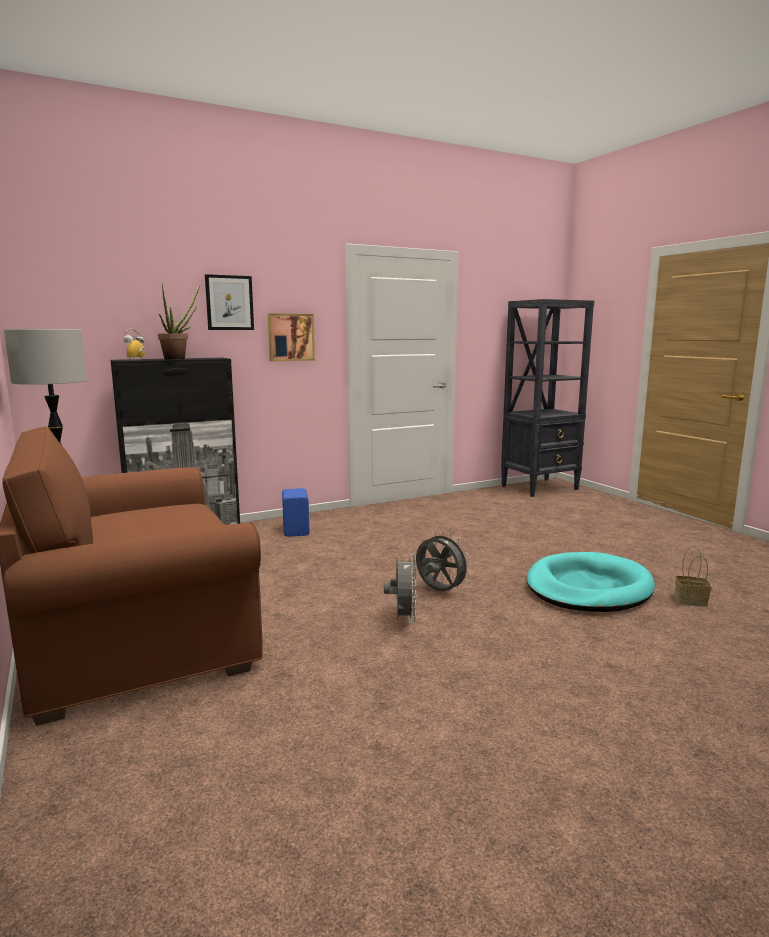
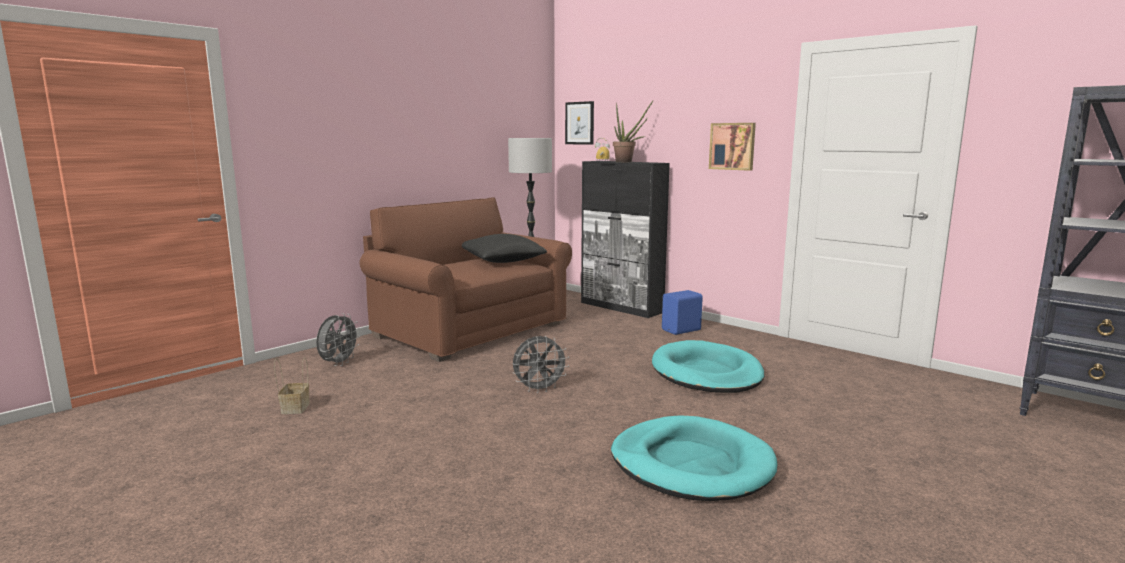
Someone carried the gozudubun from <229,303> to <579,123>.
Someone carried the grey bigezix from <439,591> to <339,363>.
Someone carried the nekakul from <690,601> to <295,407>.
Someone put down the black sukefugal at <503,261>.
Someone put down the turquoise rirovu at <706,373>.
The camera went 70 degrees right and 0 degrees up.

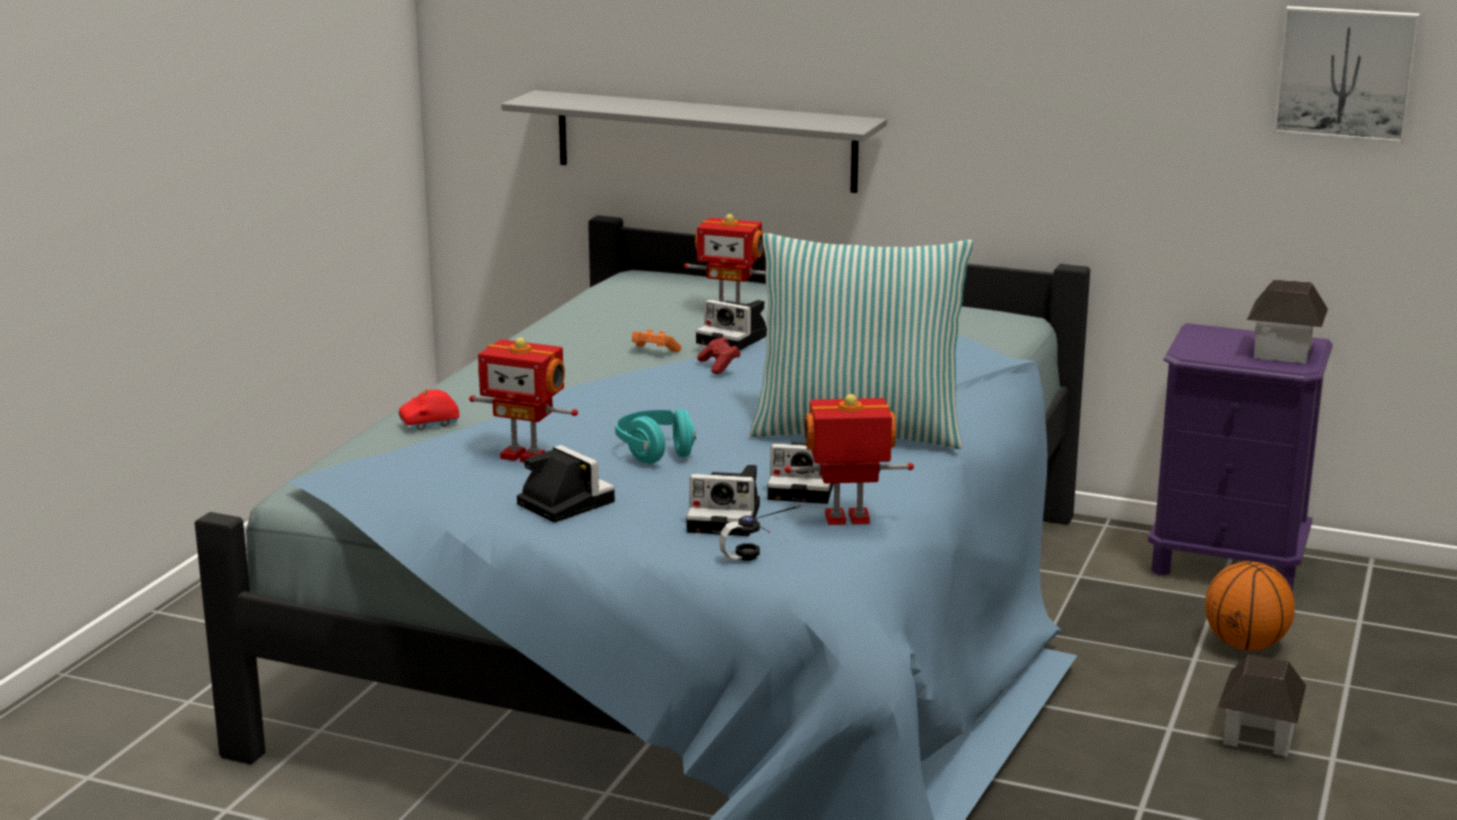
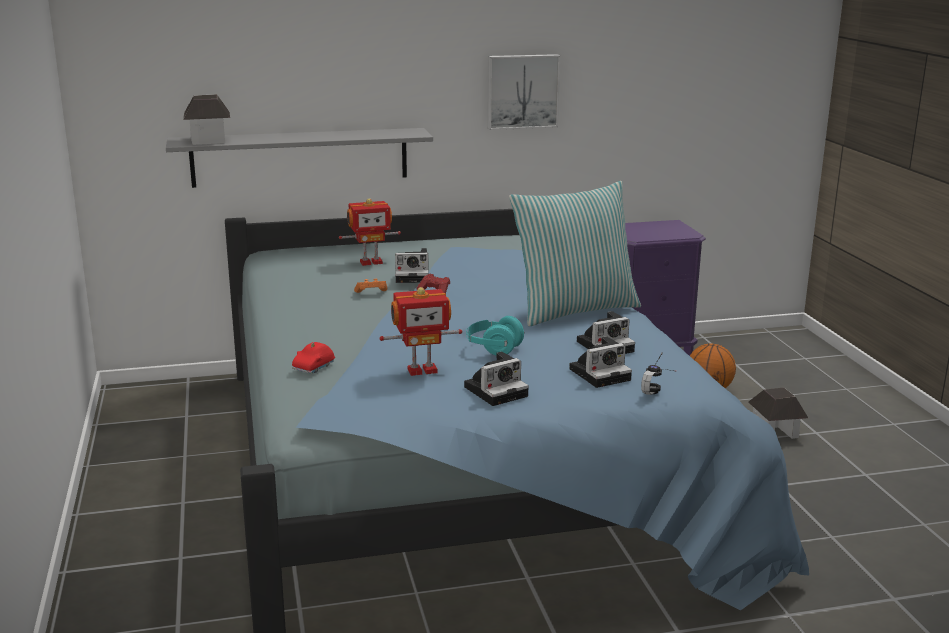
Someone rotated the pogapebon at <562,502> by 135 degrees clockwise.
Someone took away the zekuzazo at <847,520>.
Someone carried the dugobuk from <1283,352> to <208,140>.
Someone carried the gozudubun from <1345,73> to <522,91>.
The camera went 35 degrees left and 0 degrees up.

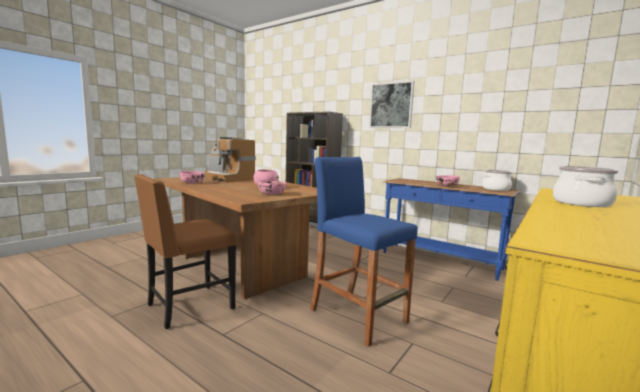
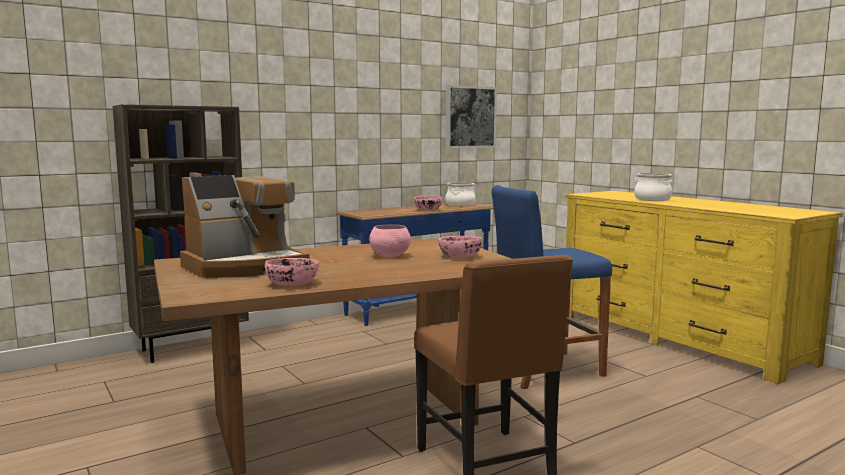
Someone carried the gozudubun from <391,105> to <470,117>.
The camera went 70 degrees left and 0 degrees up.

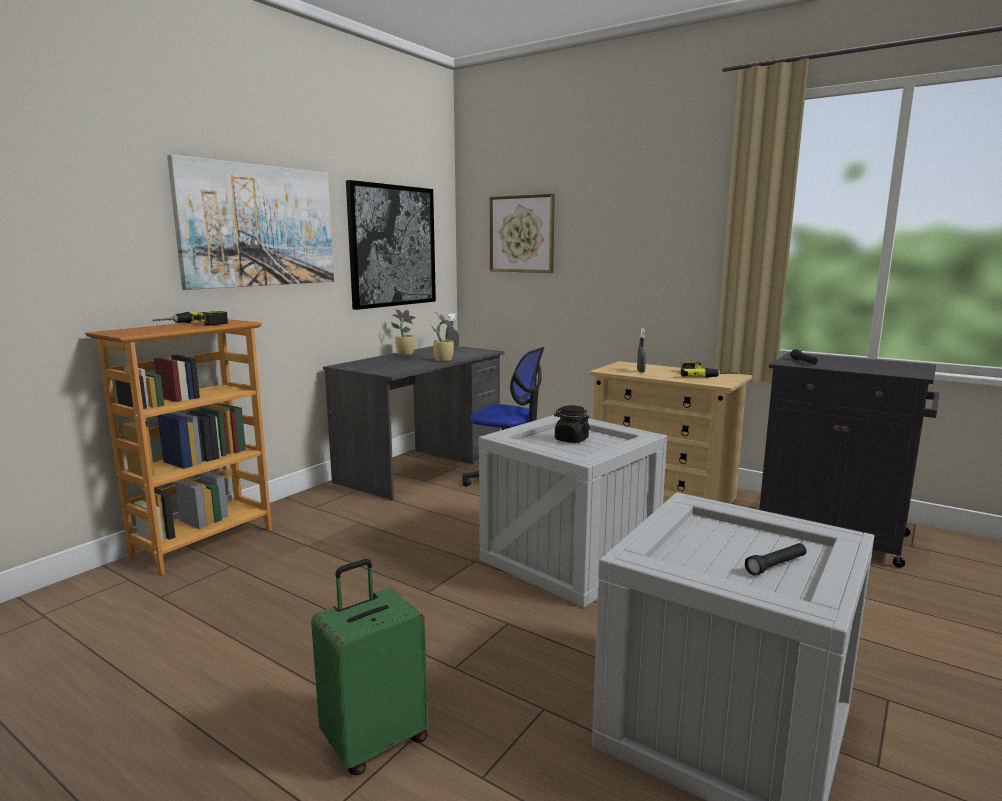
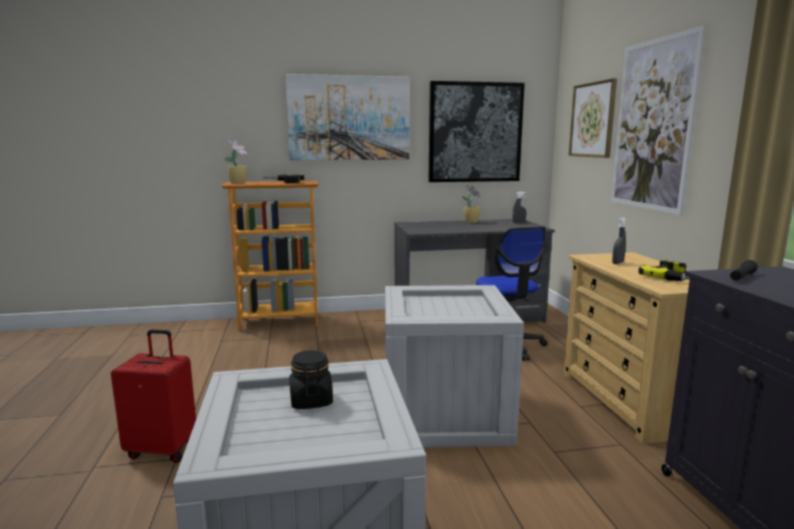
Someone repainted the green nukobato at <374,741>, which became the red nukobato at <163,449>.
Someone carried the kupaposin from <443,360> to <239,183>.
Someone carried the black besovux from <571,440> to <311,400>.
Someone took away the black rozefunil at <776,565>.
Someone put up the gozudubun at <653,125>.
The camera went 45 degrees right and 0 degrees up.

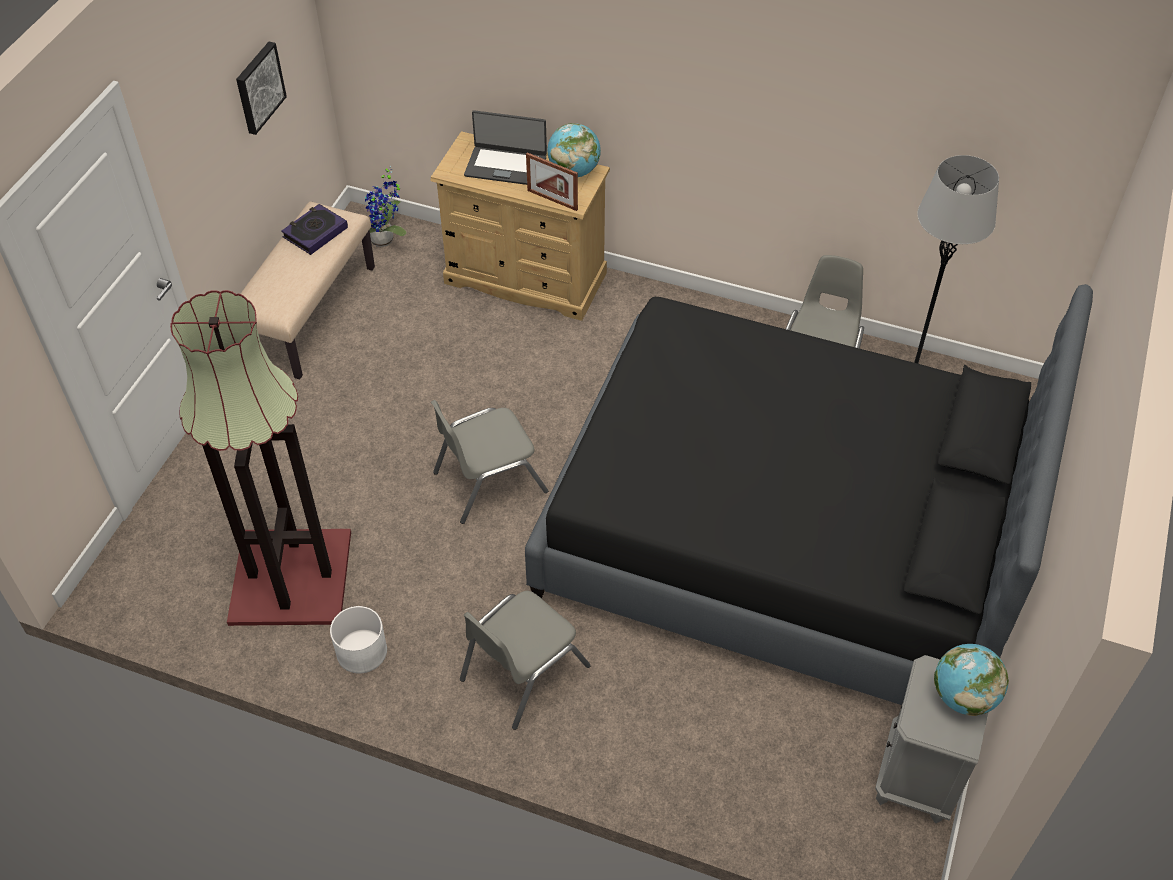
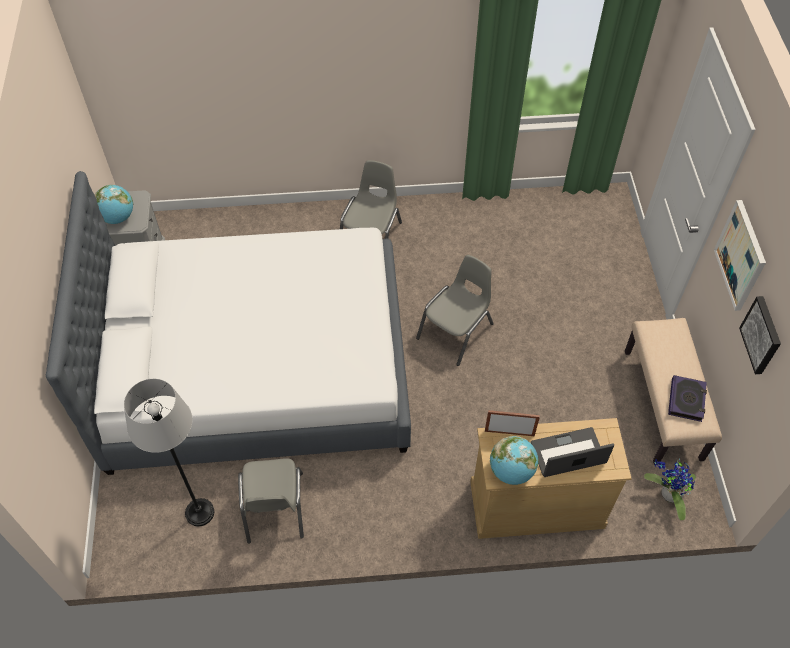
Someone took away the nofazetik at <289,576>.
Someone took away the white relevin at <362,651>.
Someone repainted the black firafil at <783,535>, which became the white firafil at <257,368>.
Someone put up the gozudubun at <741,255>.
The camera went 155 degrees right and 5 degrees up.

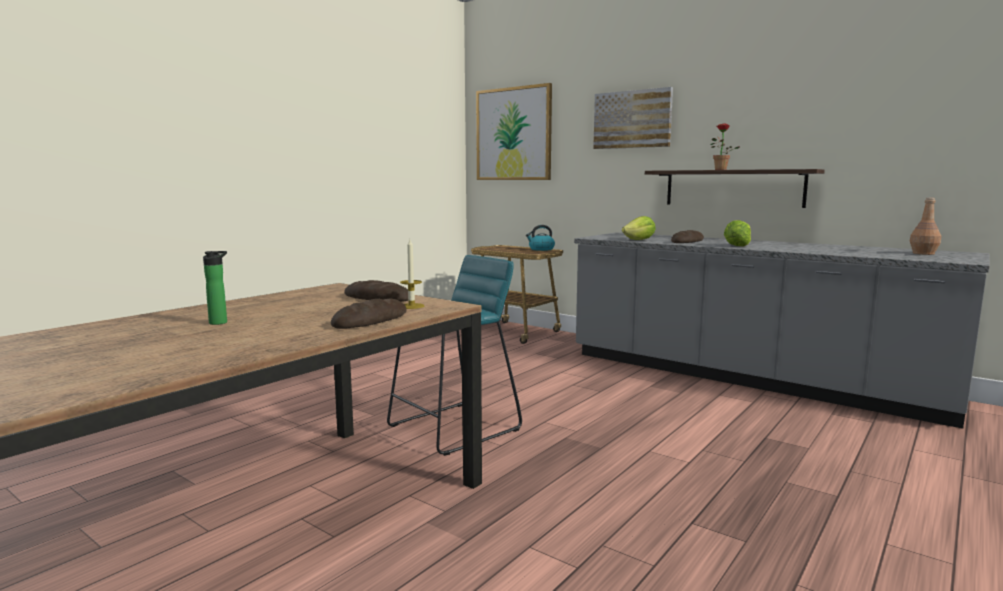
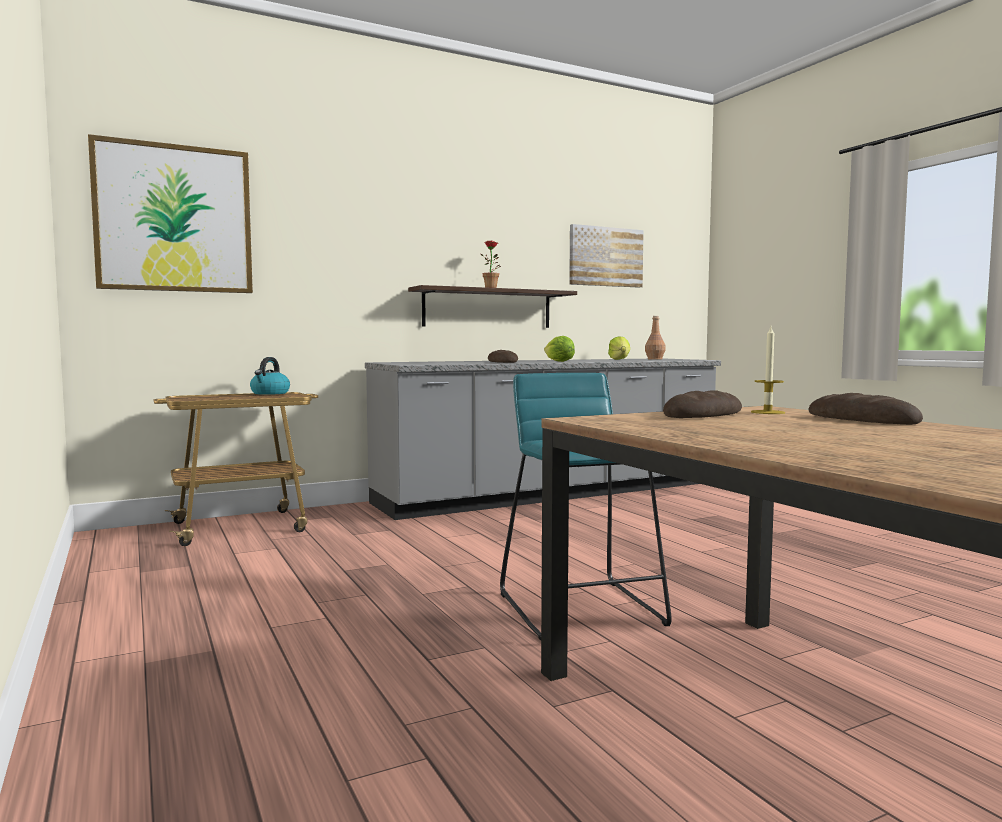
Someone took away the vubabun at <220,322>.
Someone carried the gozudubun from <632,119> to <605,257>.
Someone carried the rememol from <639,240> to <619,359>.
The camera went 65 degrees left and 5 degrees down.

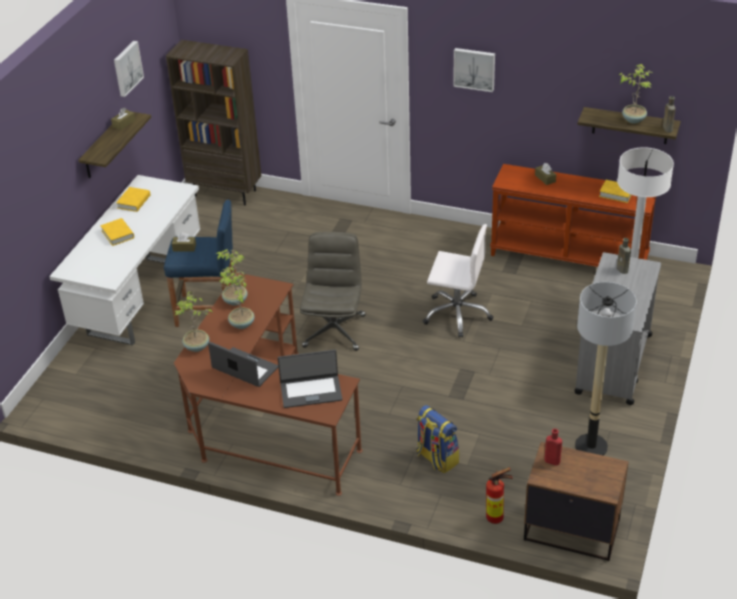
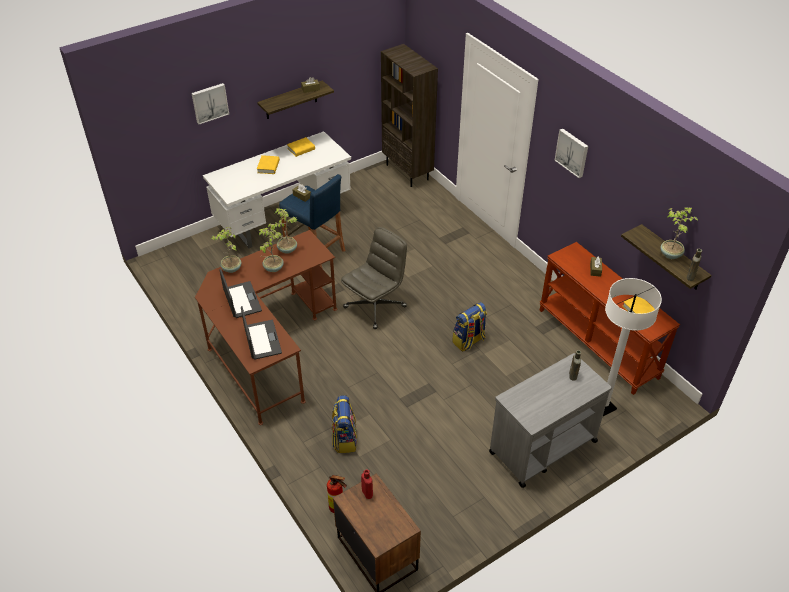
Someone carried the gozudubun from <127,68> to <209,103>.
Someone rotated the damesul at <311,391> by 135 degrees counterclockwise.
Someone swapped the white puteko at <457,314> for the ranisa at <469,341>.
Someone took away the nofazetik at <591,447>.
The camera went 35 degrees right and 5 degrees up.

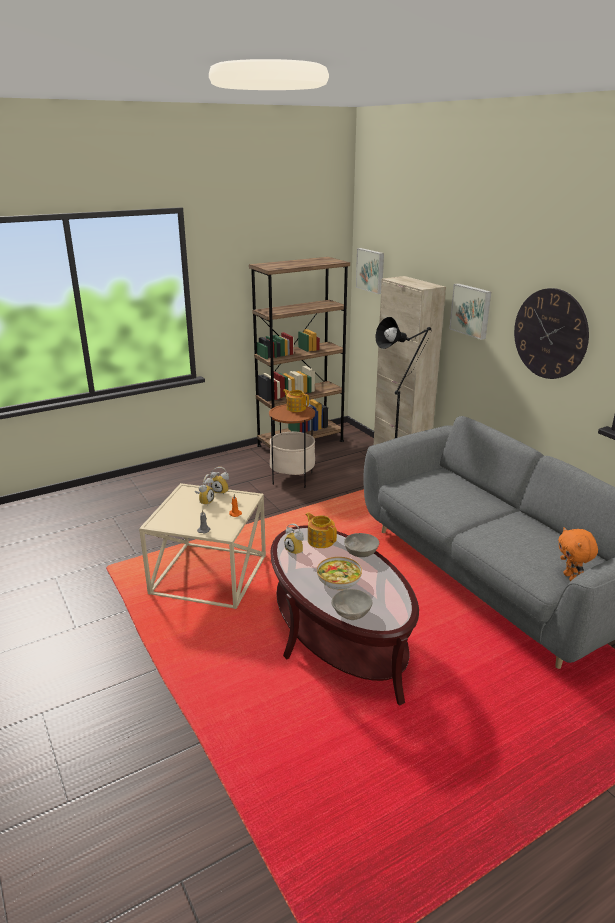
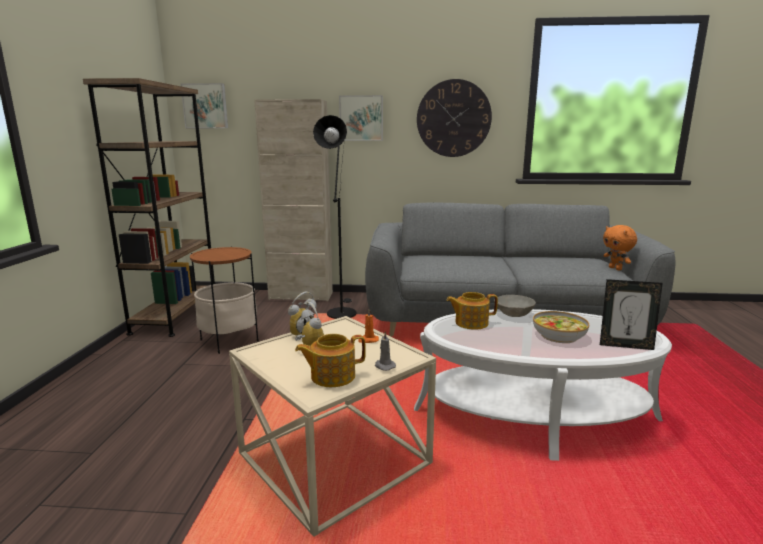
Someone repainted the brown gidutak at <338,636>, which became the white gidutak at <534,414>.
Someone carried the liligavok from <296,408> to <332,376>.
Someone took away the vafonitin at <296,550>.
Someone swapped the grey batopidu at <352,613> for the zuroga at <625,345>.
Someone rotated the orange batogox at <571,578> by 45 degrees clockwise.
The camera went 55 degrees left and 10 degrees down.

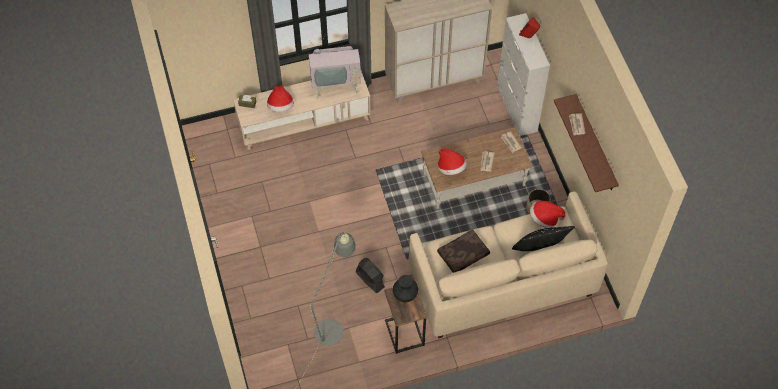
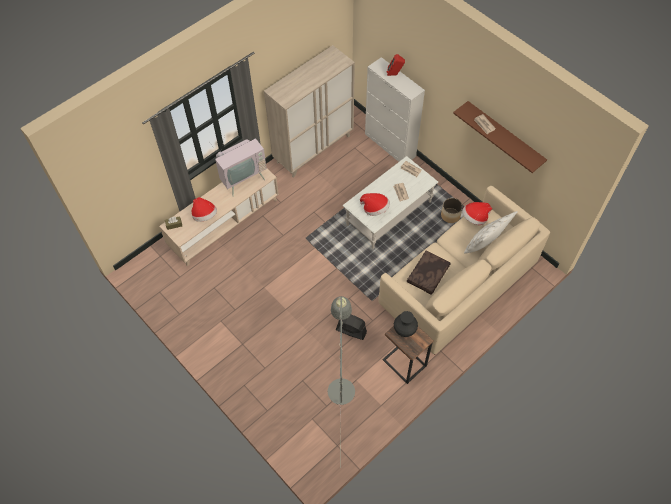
Someone repainted the brown gidutak at <474,180>, which became the white gidutak at <389,213>.
Someone repainted the black sukefugal at <540,248>, which became the white sukefugal at <485,243>.
The camera went 25 degrees left and 0 degrees up.

